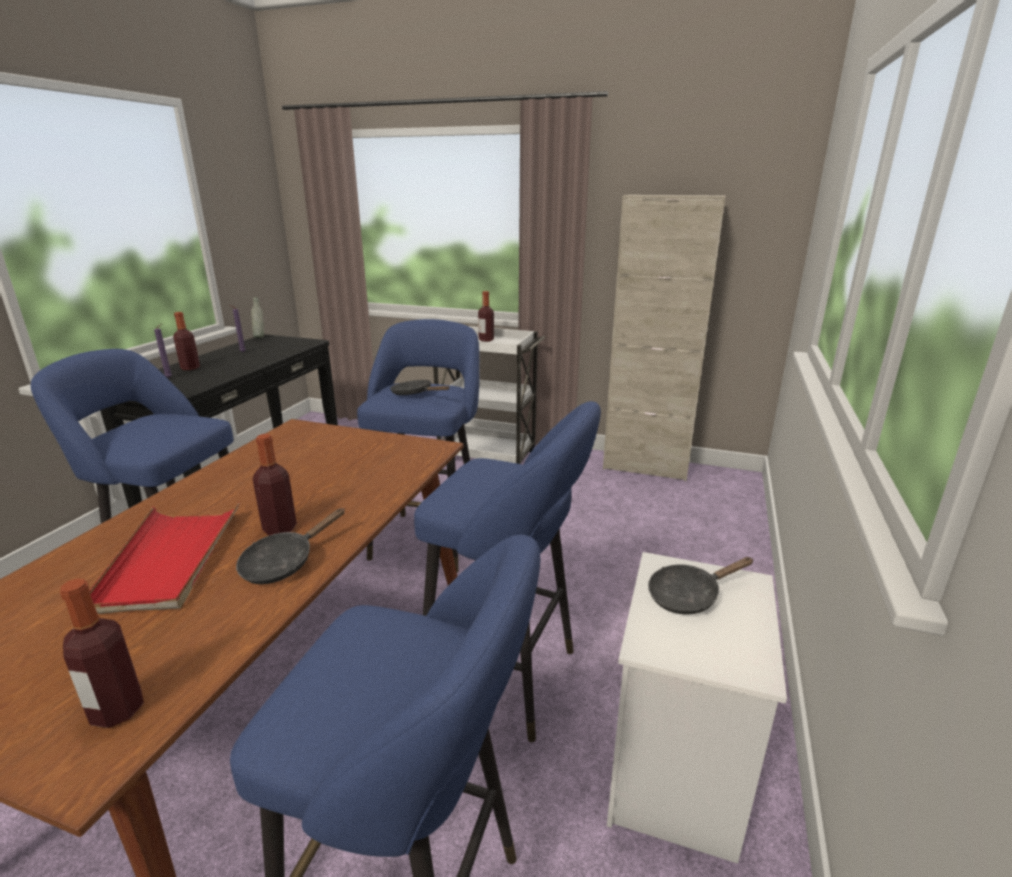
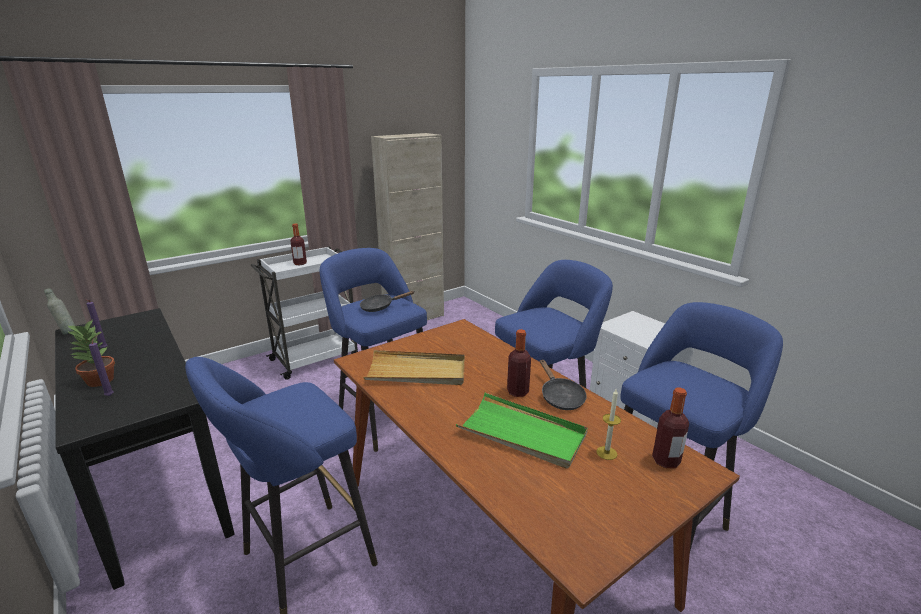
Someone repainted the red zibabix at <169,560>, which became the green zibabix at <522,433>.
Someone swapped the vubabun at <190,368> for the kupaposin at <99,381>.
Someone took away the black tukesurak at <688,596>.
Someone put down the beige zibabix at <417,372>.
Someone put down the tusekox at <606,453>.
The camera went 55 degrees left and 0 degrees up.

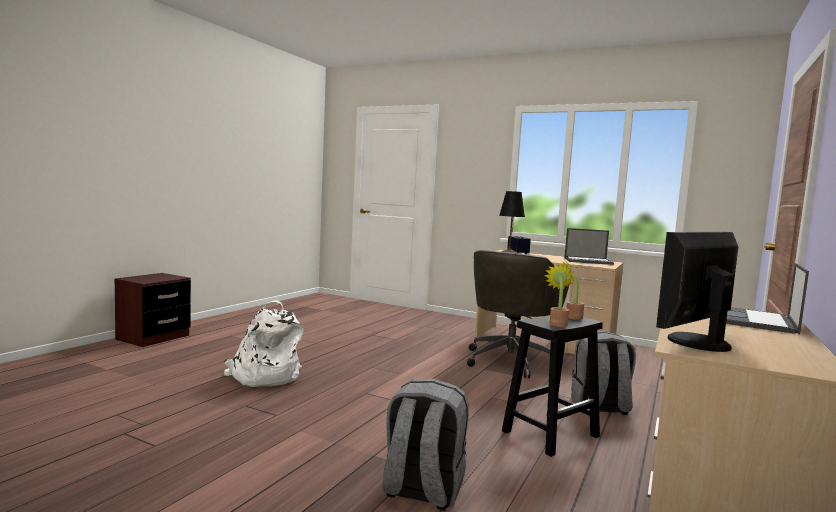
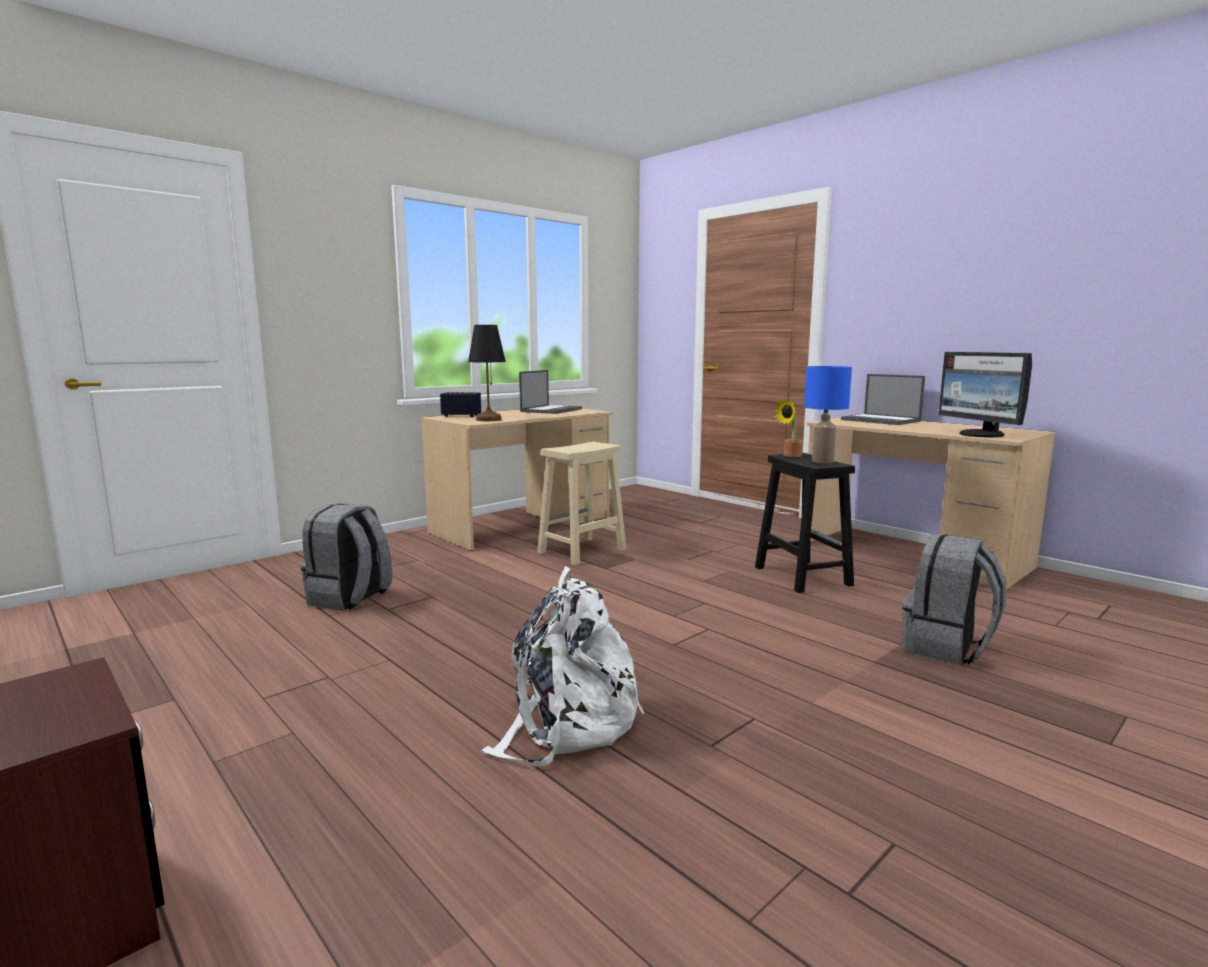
Someone swapped the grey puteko at <511,360> for the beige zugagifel at <581,551>.
Someone swapped the kupaposin at <557,323> for the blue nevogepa at <823,461>.
Someone carried the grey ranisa from <600,407> to <350,598>.
The camera went 70 degrees left and 5 degrees up.

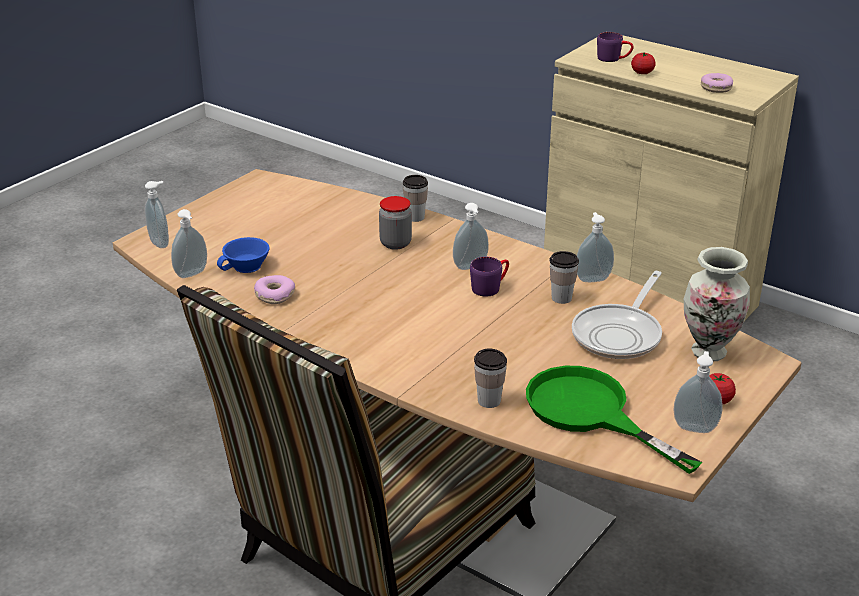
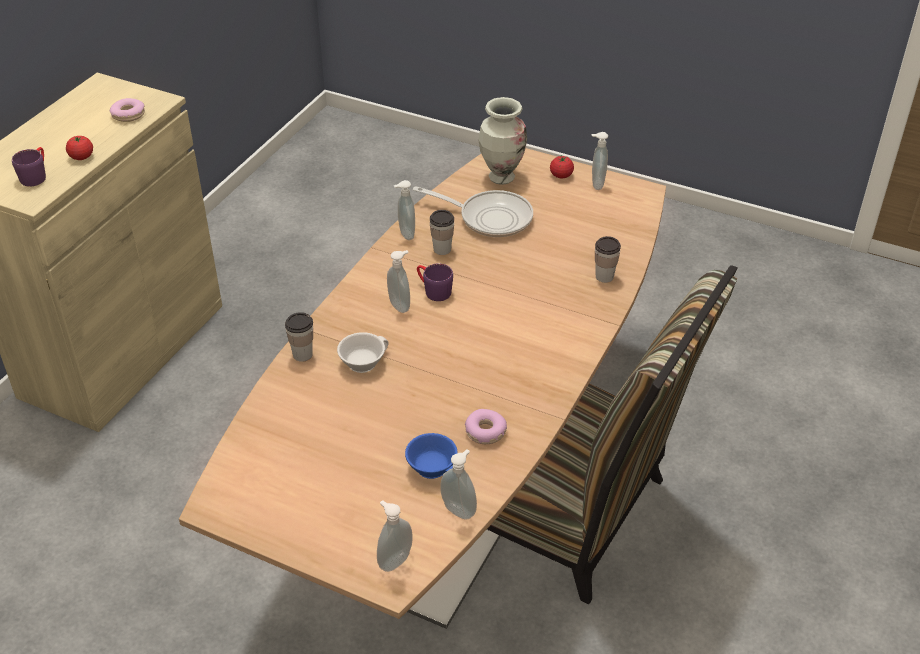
Someone swapped the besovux at <395,243> for the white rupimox at <362,361>.
Someone took away the green tukesurak at <590,413>.
The camera went 100 degrees left and 10 degrees up.

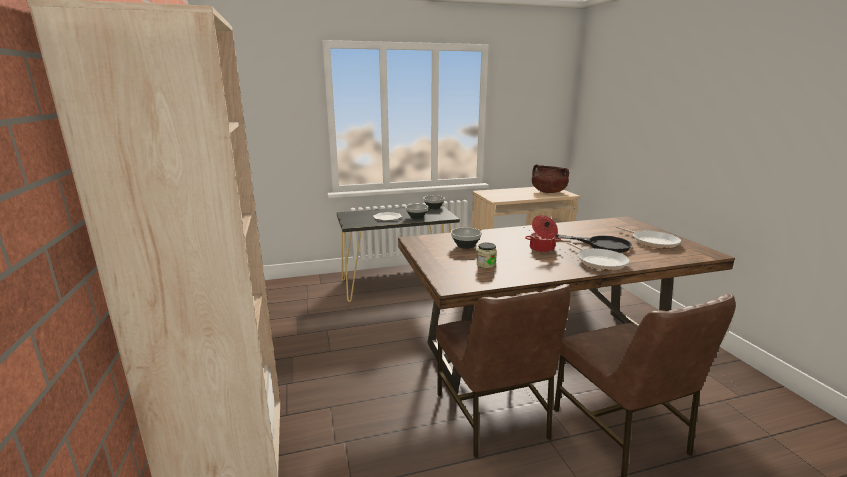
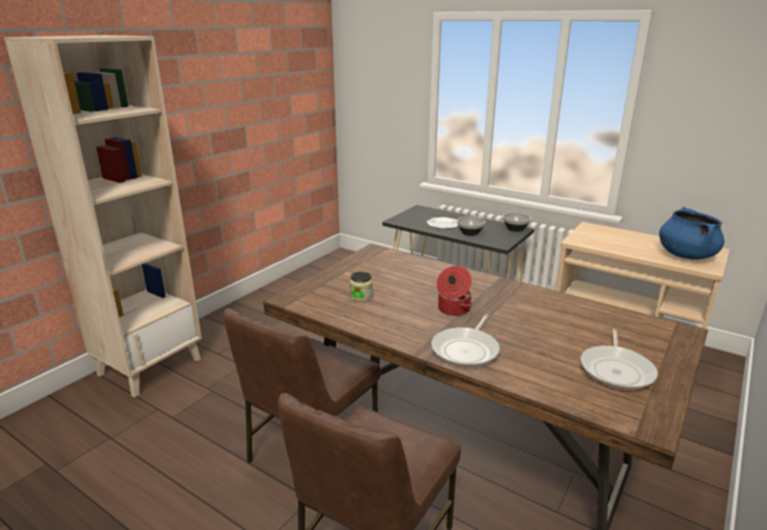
Someone took away the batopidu at <466,245>.
Someone repainted the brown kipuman at <548,192>, which became the blue kipuman at <686,255>.
Someone took away the black tukesurak at <600,244>.
The camera went 50 degrees right and 5 degrees up.

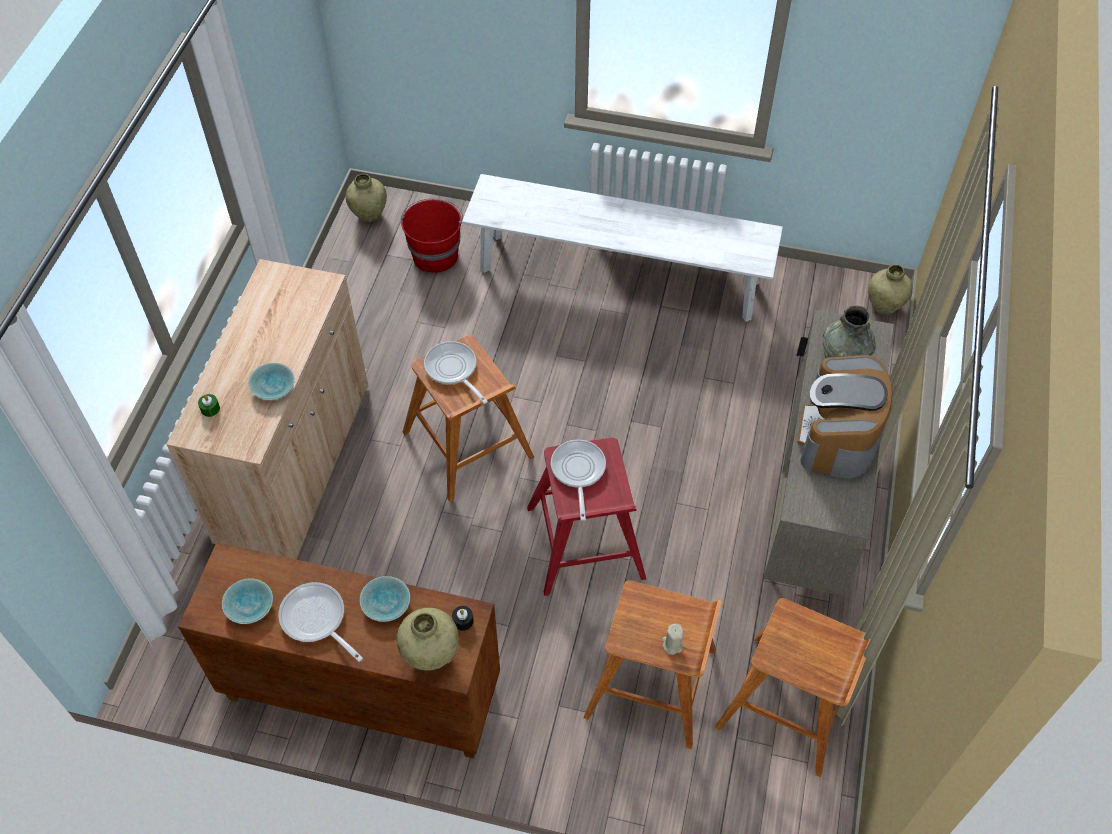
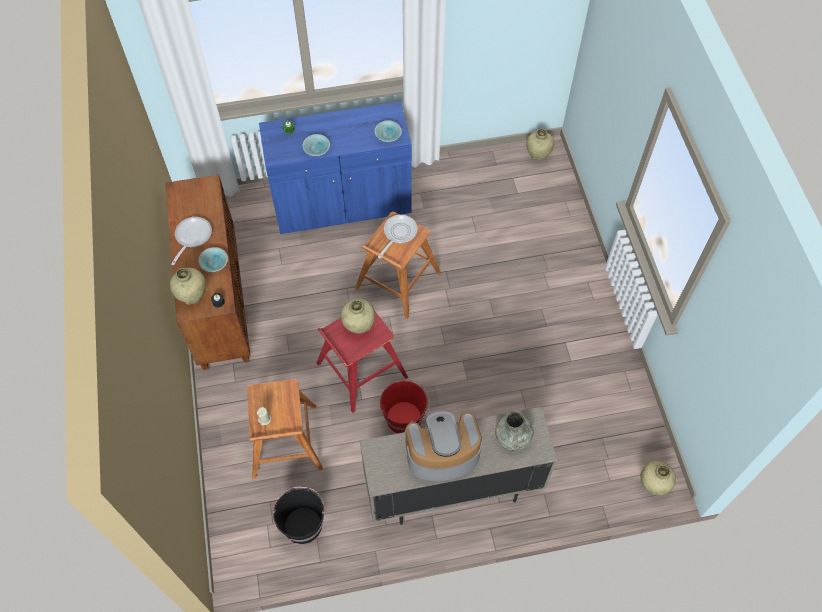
Someone repainted the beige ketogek at <294,462>, which became the blue ketogek at <342,204>.
Someone carried the turquoise batopidu from <249,604> to <388,134>.
Someone carried the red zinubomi from <435,255> to <404,417>.
Someone took away the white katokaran at <619,276>.
Someone swapped the tukesurak at <578,472> for the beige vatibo at <359,326>.
Someone swapped the brown zugagifel at <788,705> for the black zinubomi at <302,524>.
The camera went 65 degrees right and 5 degrees up.

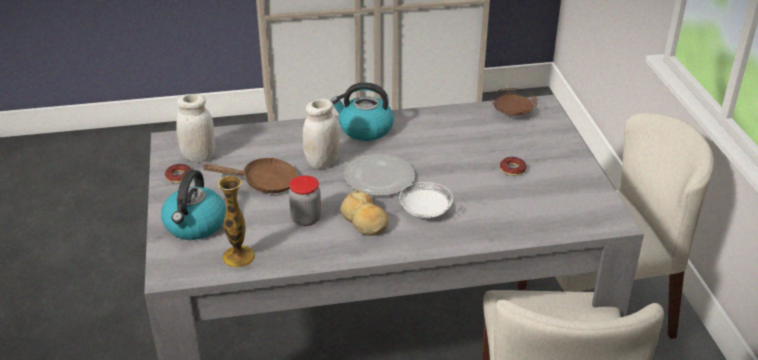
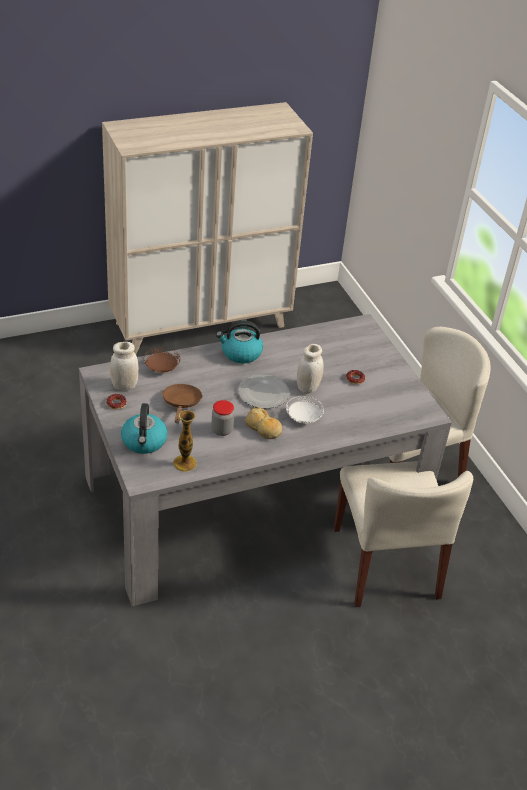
Someone rotated the brown tukesurak at <264,183> by 75 degrees counterclockwise.
Someone carried the white besovux from <322,162> to <308,388>.
Someone carried the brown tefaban from <512,113> to <161,368>.
The camera went 15 degrees left and 5 degrees up.

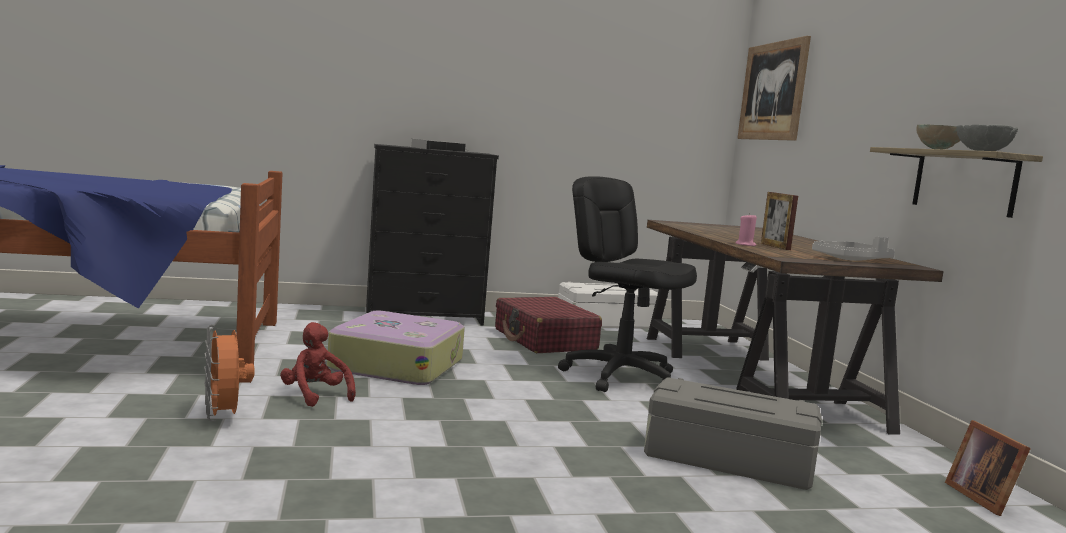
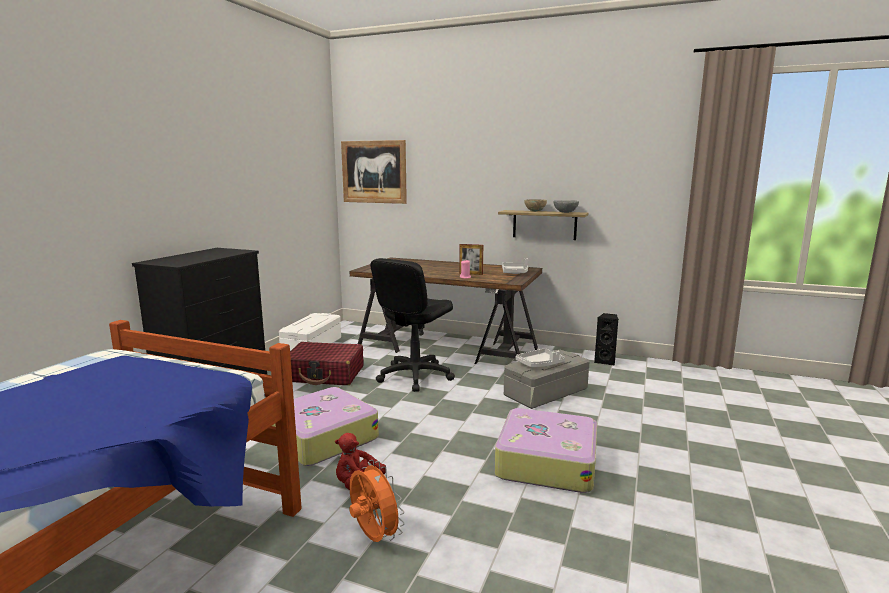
Someone rotated the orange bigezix at <223,417> by 135 degrees counterclockwise.
Someone took away the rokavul at <438,149>.
Someone rotated the black puteko at <620,376> by 45 degrees counterclockwise.
Someone swapped the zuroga at <982,498> for the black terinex at <605,361>.
Someone put down the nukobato at <546,462>.
Someone put down the grey zibabix at <540,364>.
The camera went 55 degrees left and 5 degrees up.

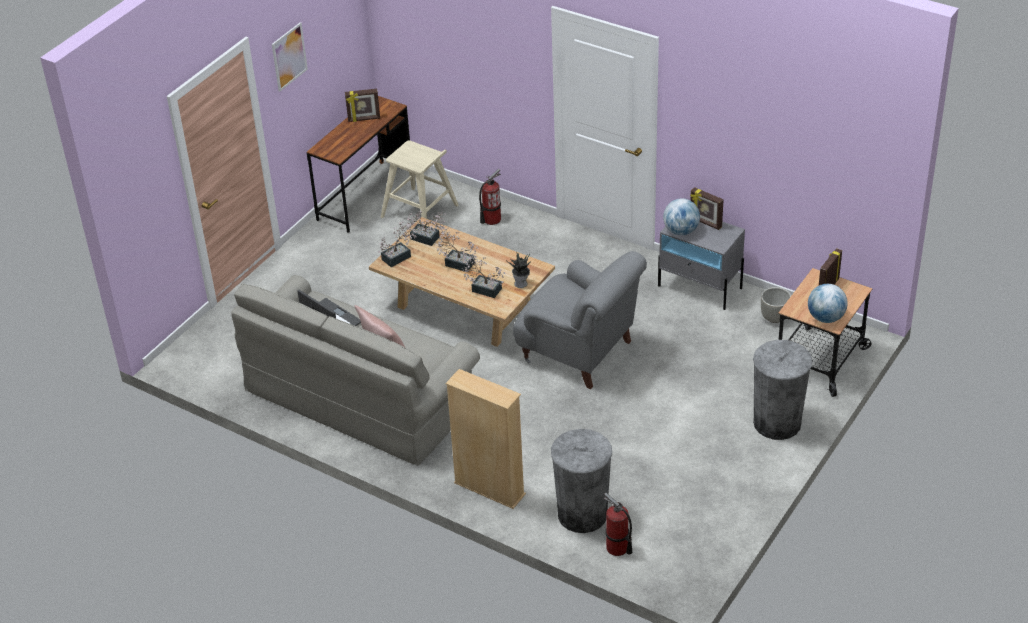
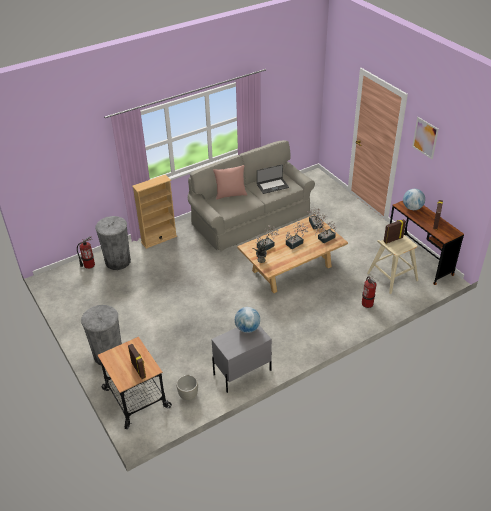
Someone took away the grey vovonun at <580,353>.
Someone carried the zuroga from <705,223> to <393,239>.
Someone carried the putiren from <825,318> to <412,208>.
The camera went 115 degrees right and 0 degrees up.

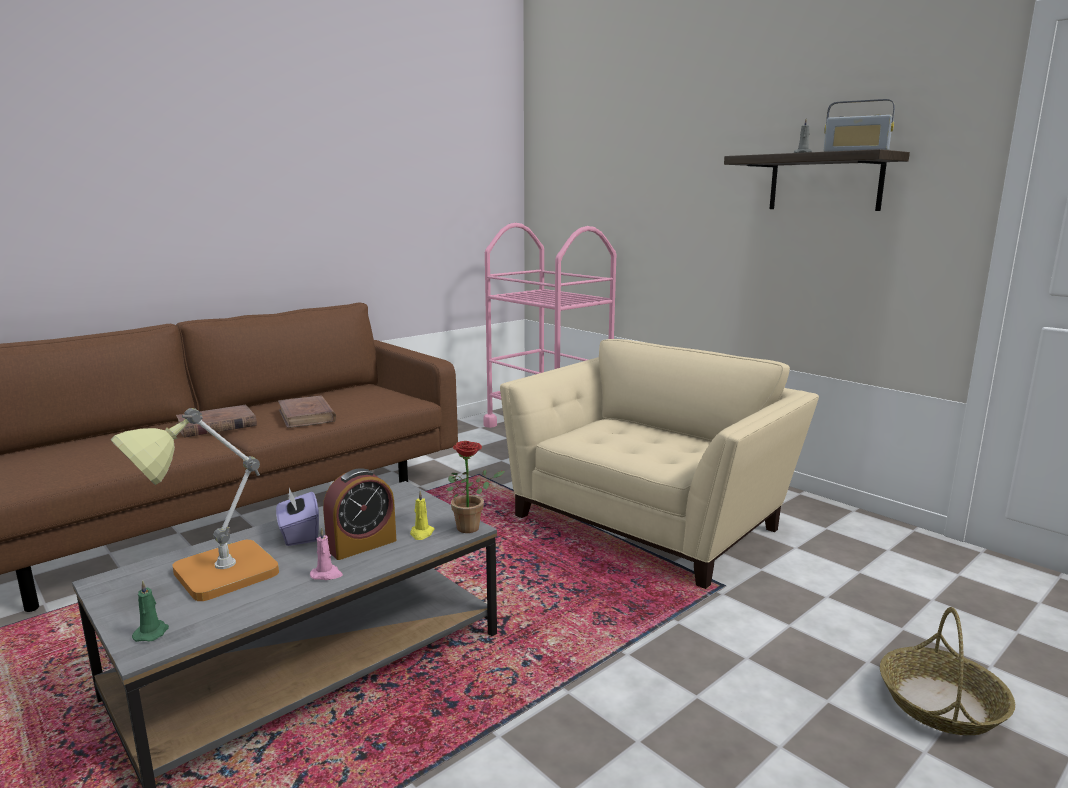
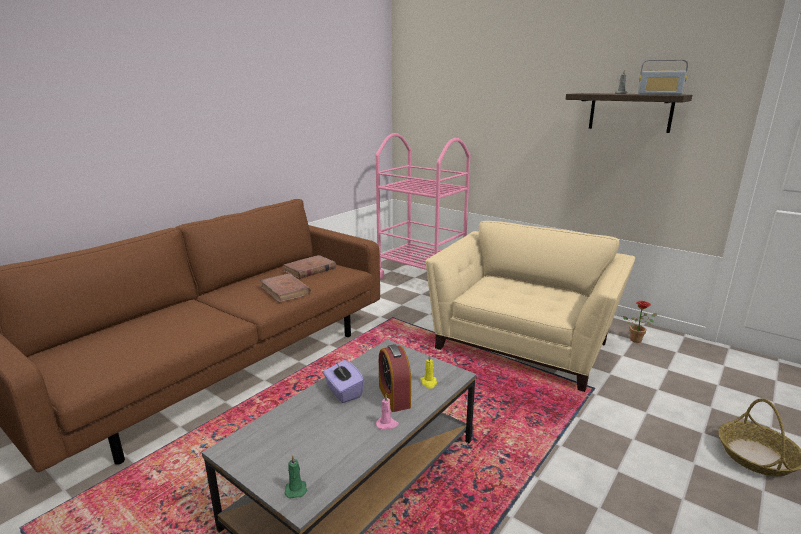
Someone took away the nevogepa at <212,577>.
Someone carried the brown rokavul from <216,425> to <309,269>.
Someone rotated the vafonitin at <362,545> by 120 degrees clockwise.
Someone carried the kupaposin from <473,527> to <637,339>.
The camera went 10 degrees left and 5 degrees up.

